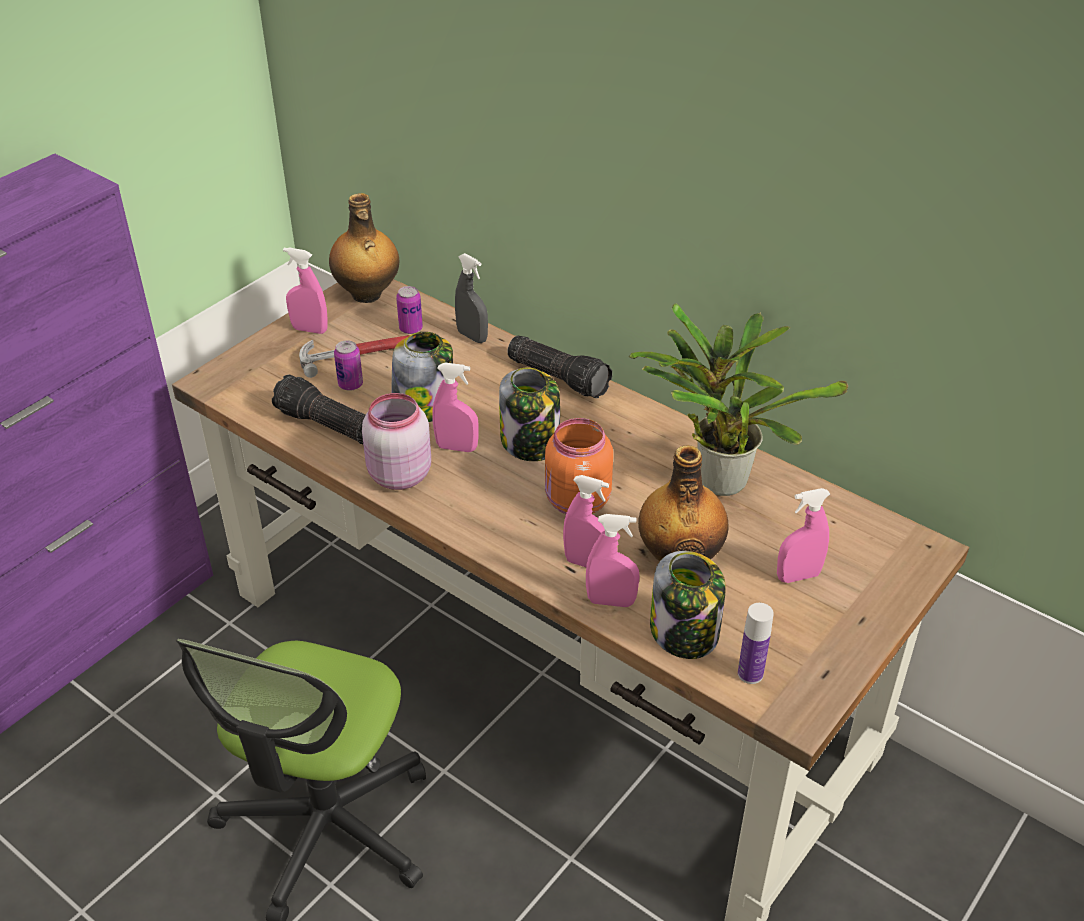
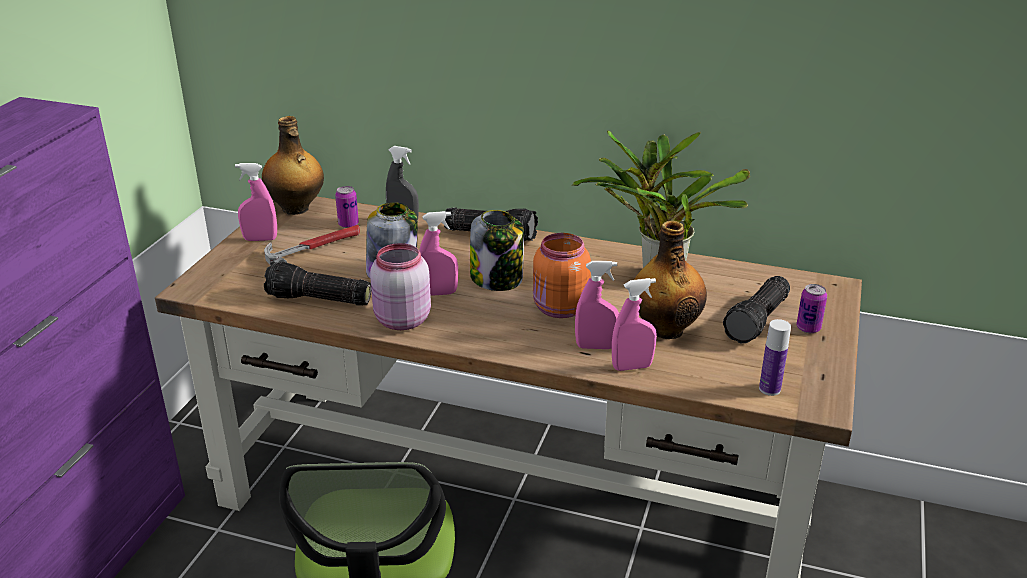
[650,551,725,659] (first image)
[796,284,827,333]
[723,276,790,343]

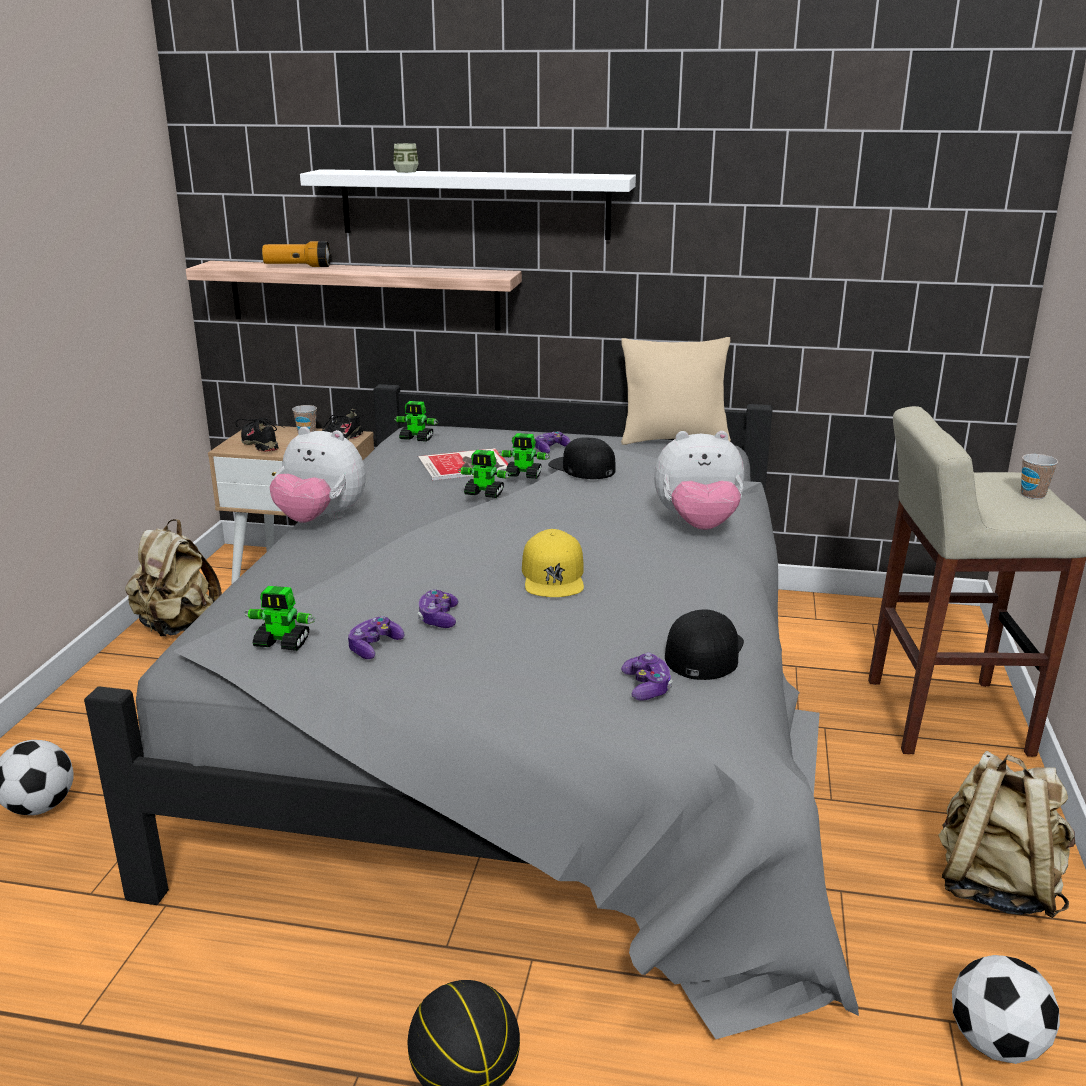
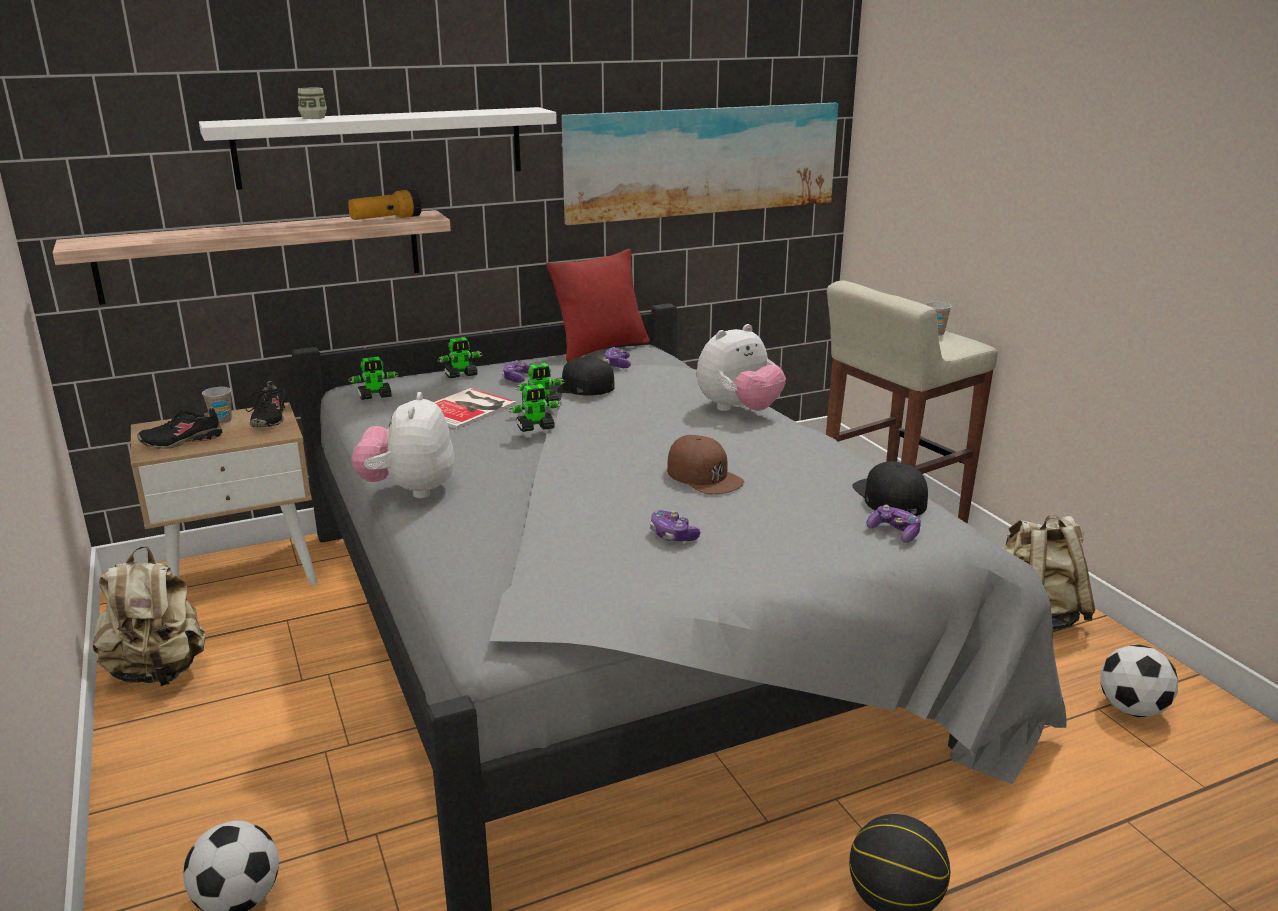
[561,103,838,225]
[437,337,483,378]
[348,189,422,220]
[605,347,631,368]
[667,435,744,494]
[547,249,650,362]
[137,407,223,449]
[351,392,454,498]

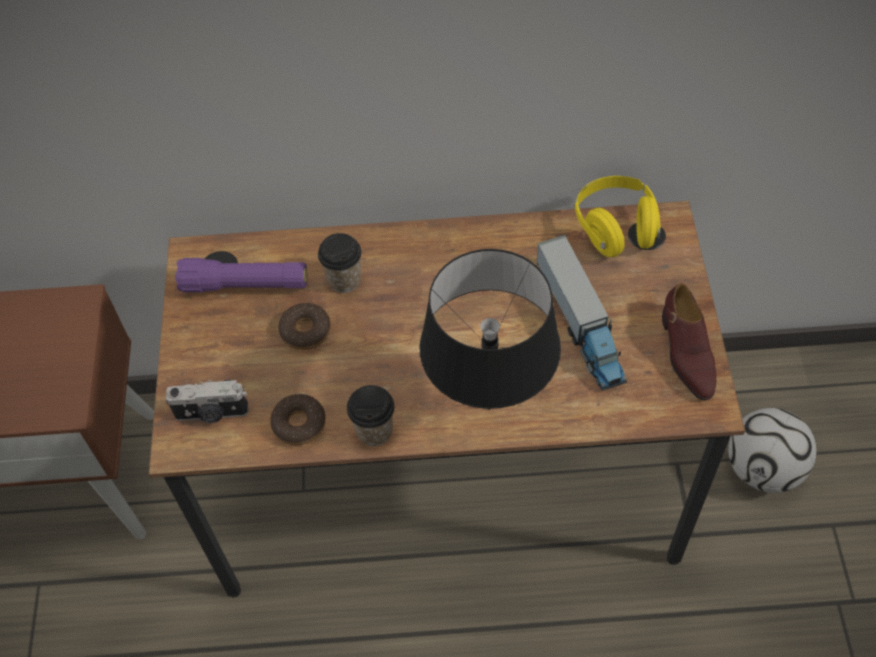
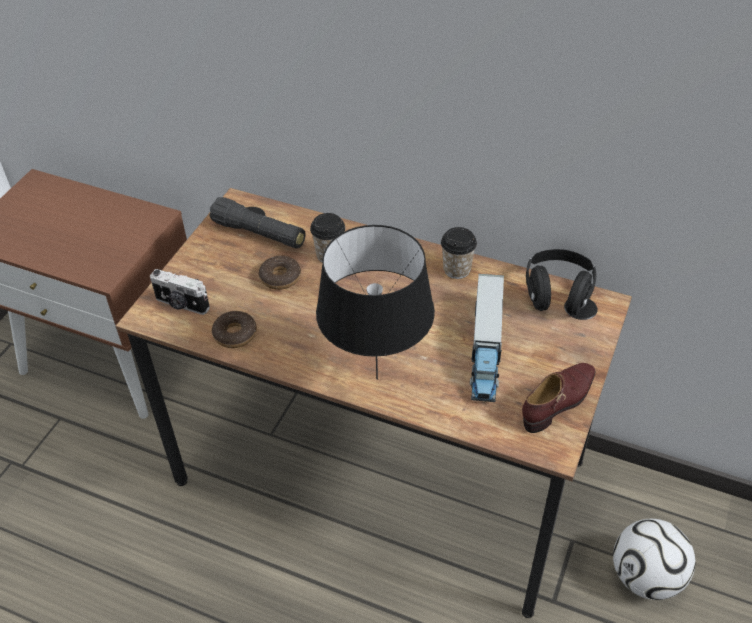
[441,227,477,279]
[210,197,306,248]
[526,249,596,315]
[522,363,596,433]

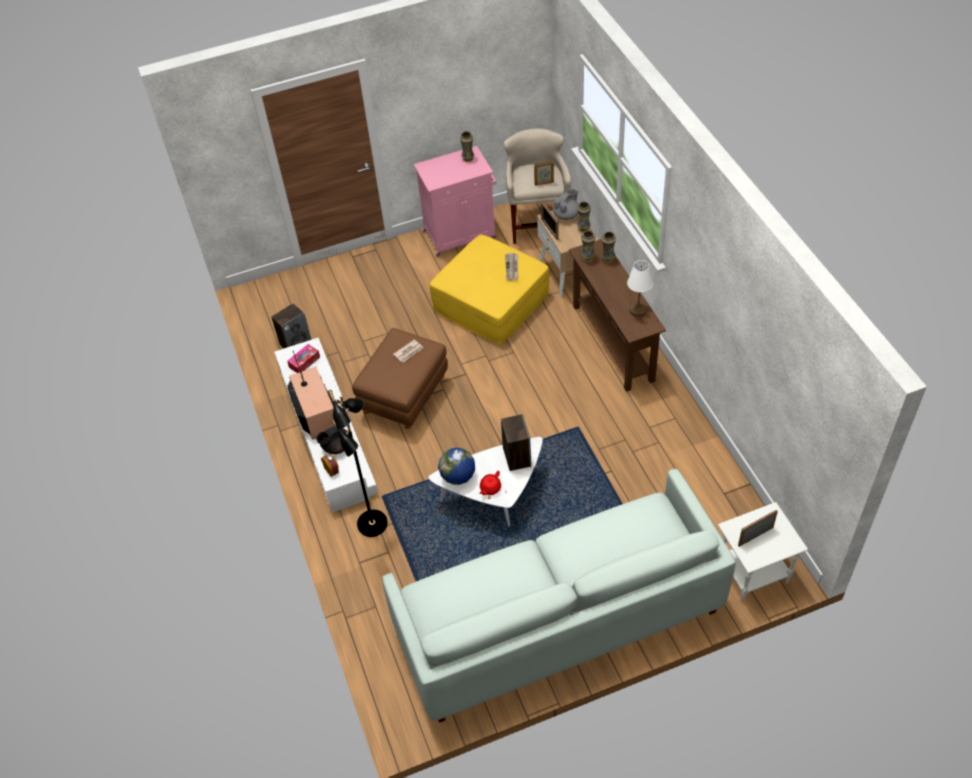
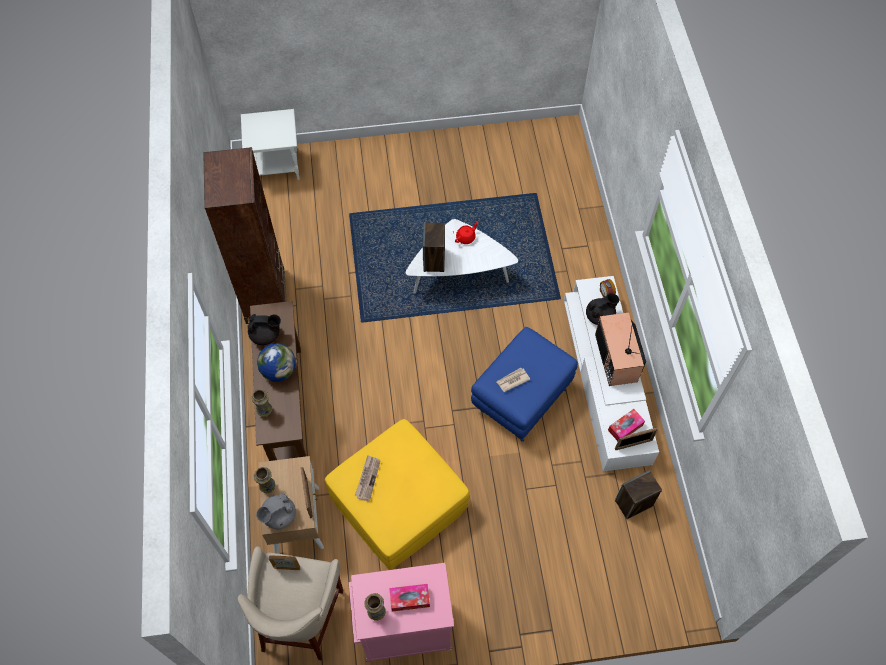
[328,390,388,537] (first image)
[382,469,736,723] (first image)
[581,230,595,262] (first image)
[203,147,287,324]
[389,584,430,612]
[257,343,296,382]
[615,428,658,450]
[248,314,281,345]
[471,327,578,442]

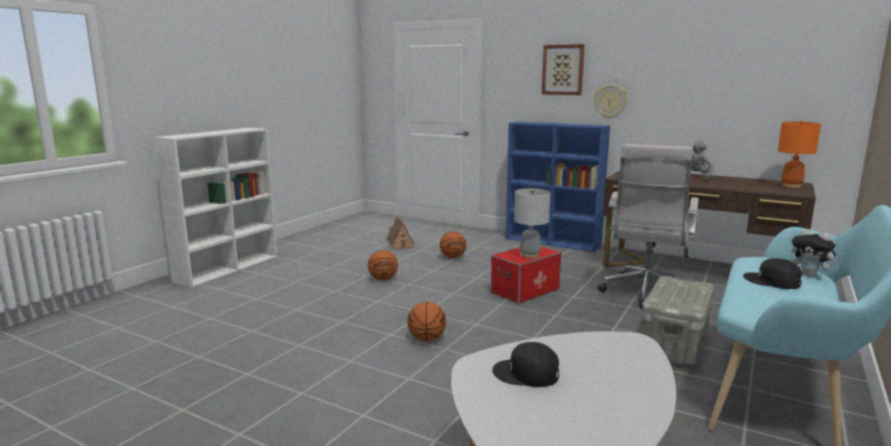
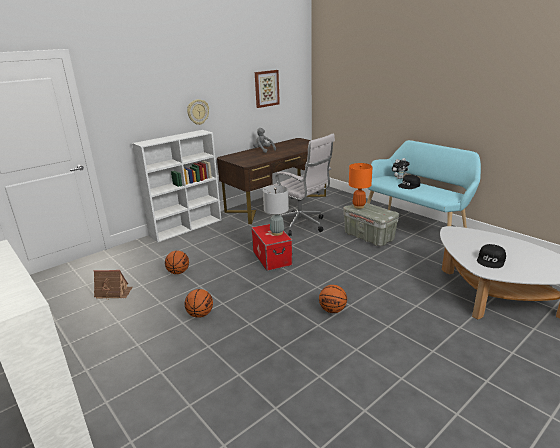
[255,70,280,108]
[349,163,373,209]
[132,130,221,242]

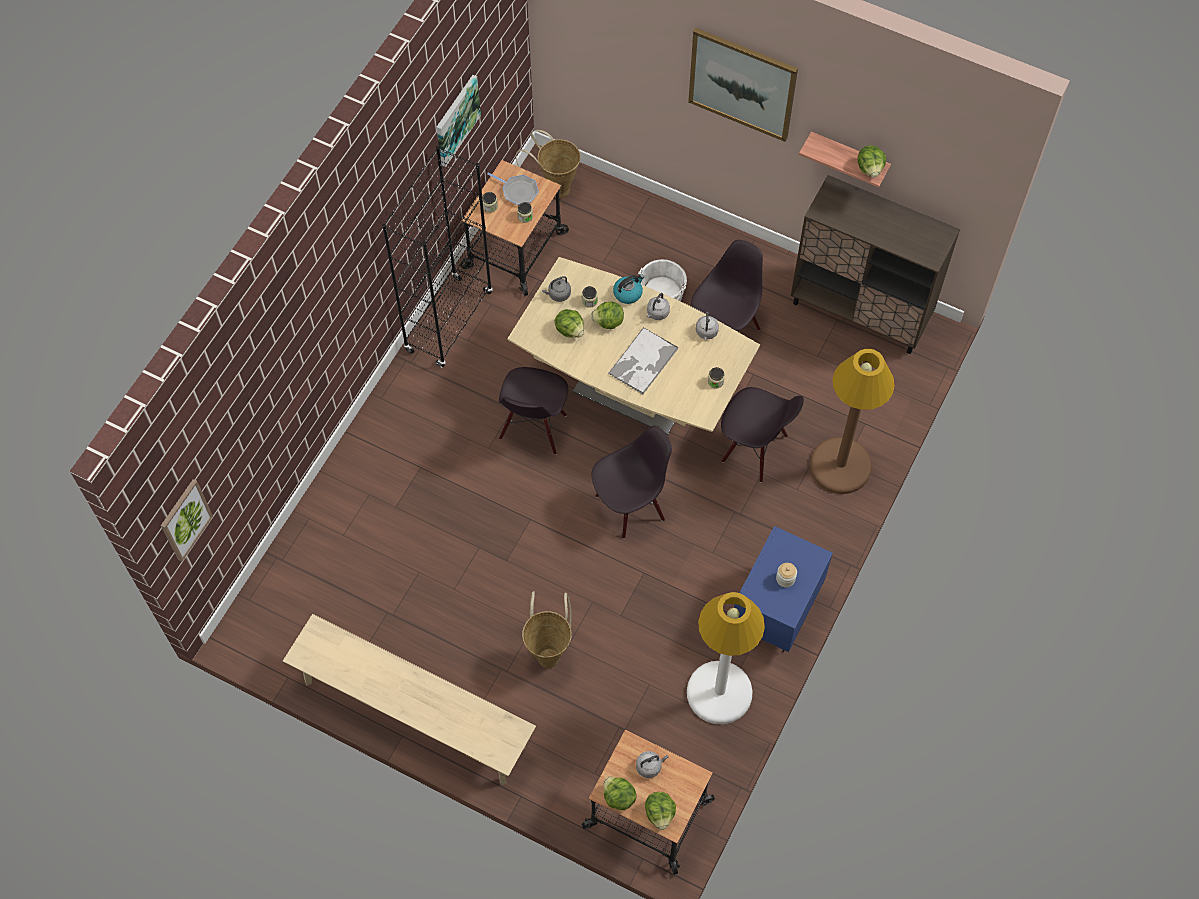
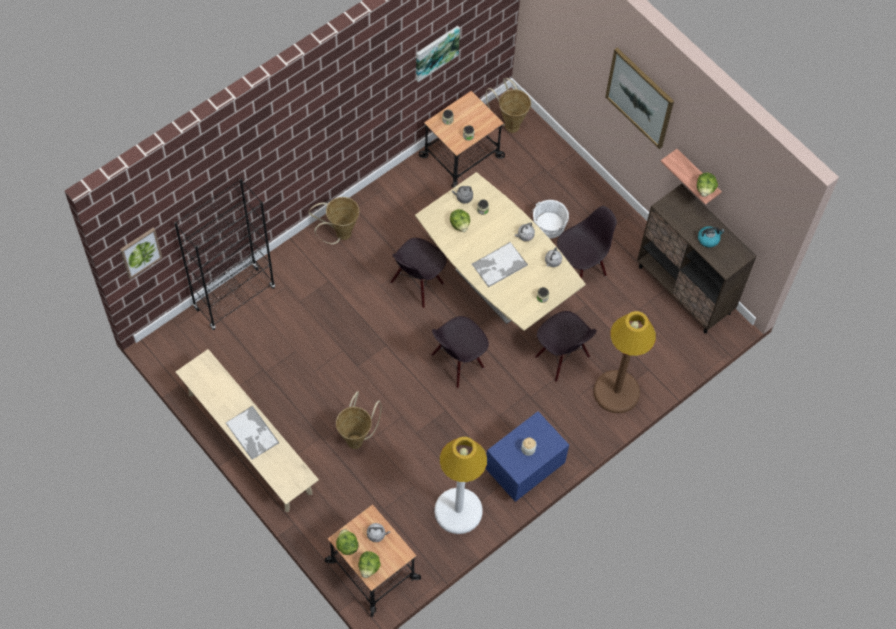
[487,173,539,205] (first image)
[591,302,624,329] (first image)
[225,406,279,460]
[308,197,359,244]
[174,178,275,330]
[698,226,725,247]
[431,316,489,388]

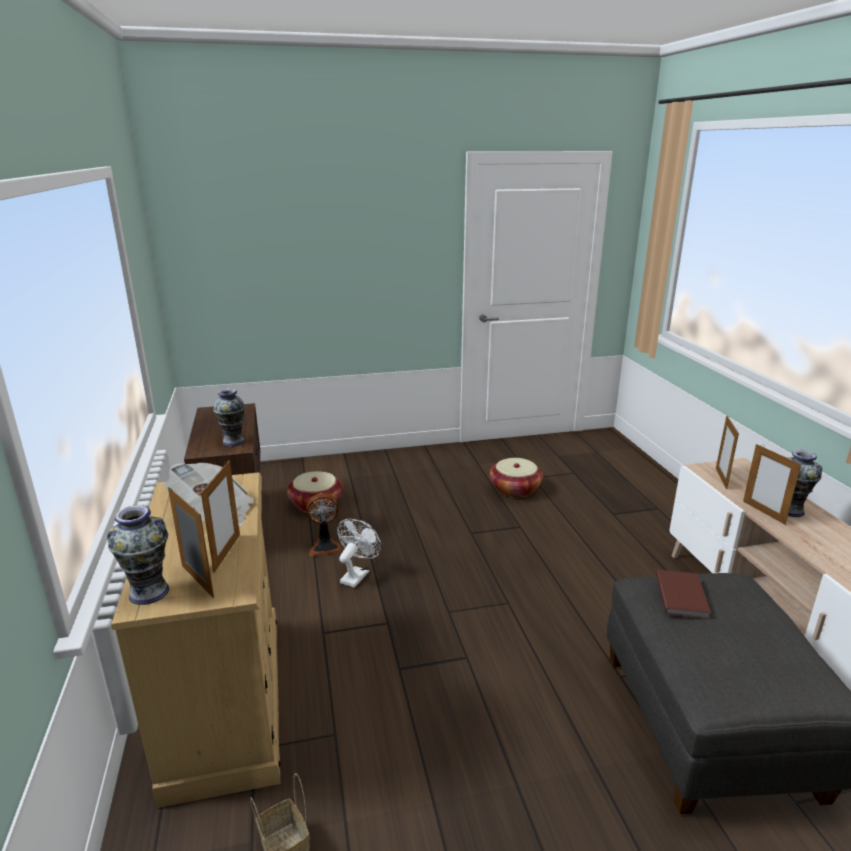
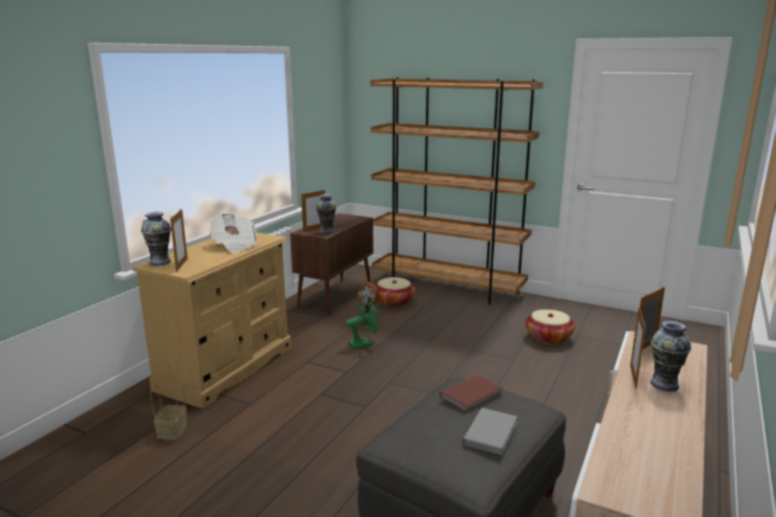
[370,77,543,304]
[462,408,518,455]
[301,189,325,232]
[345,299,380,349]

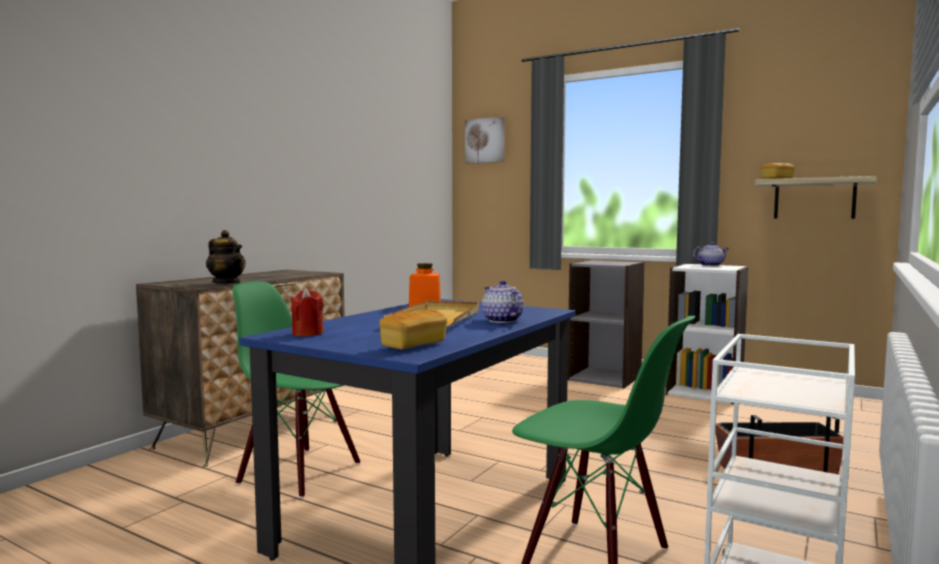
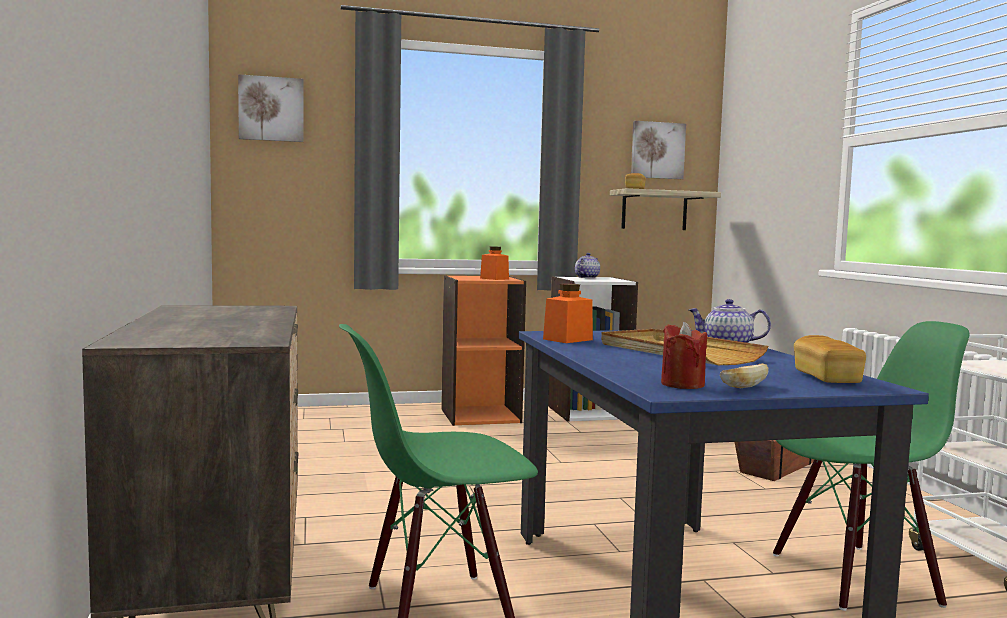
[206,230,246,284] (first image)
[480,246,509,280]
[631,121,686,179]
[720,363,769,388]
[441,275,526,426]

